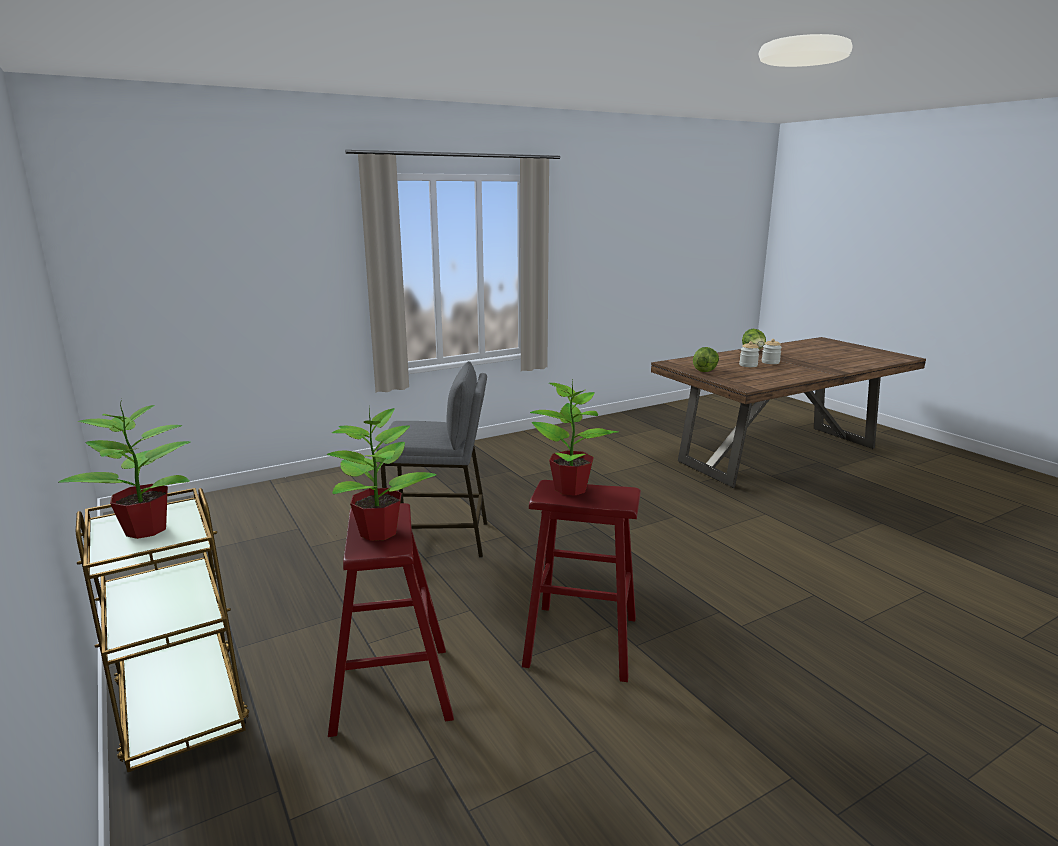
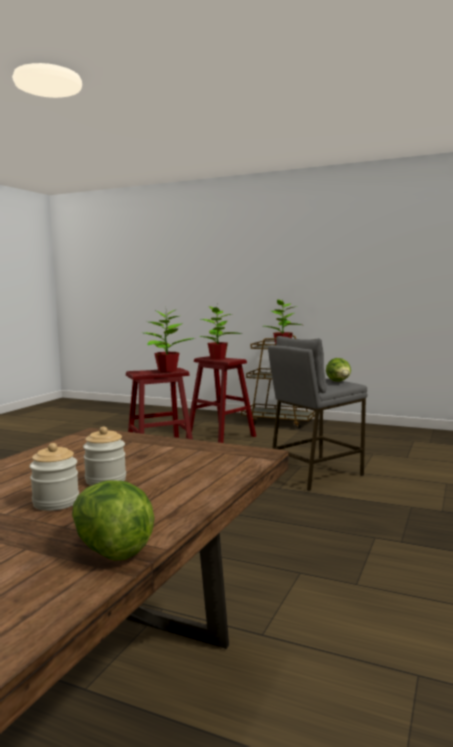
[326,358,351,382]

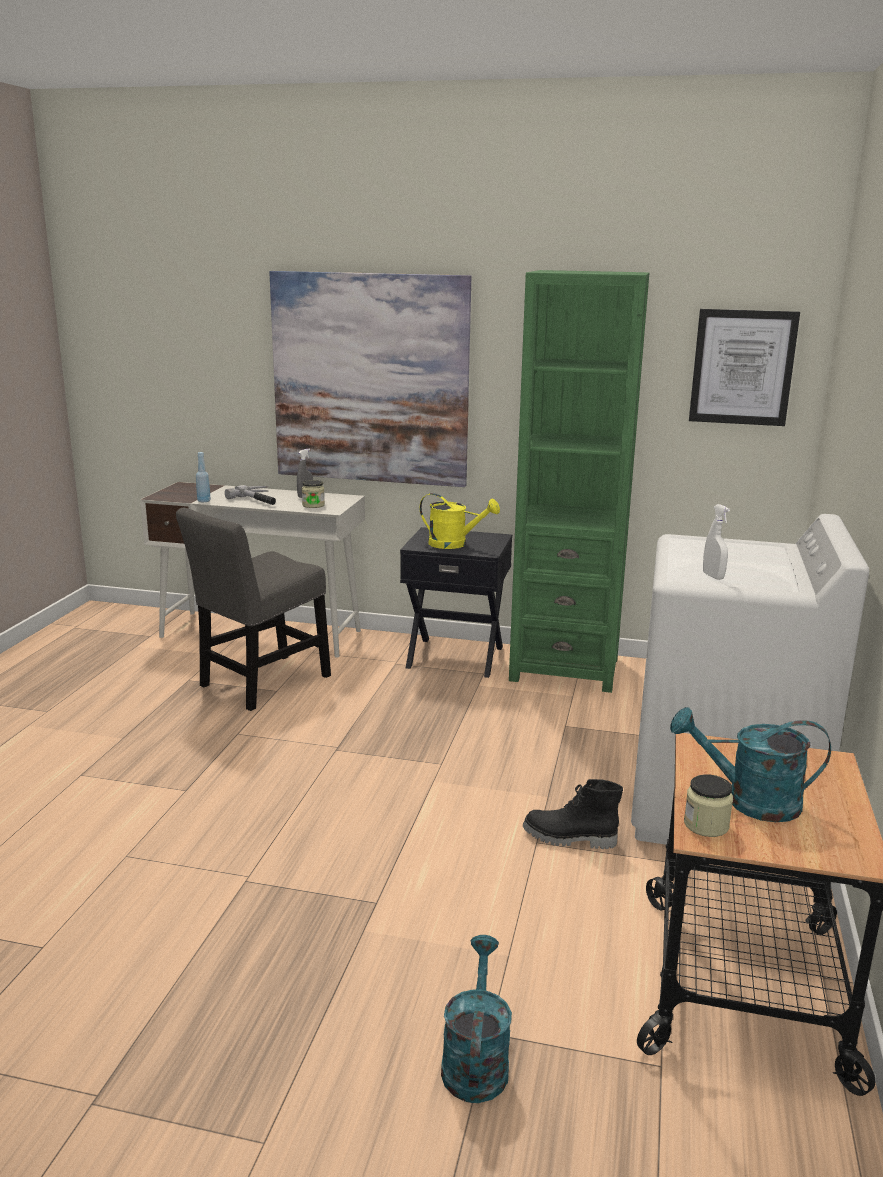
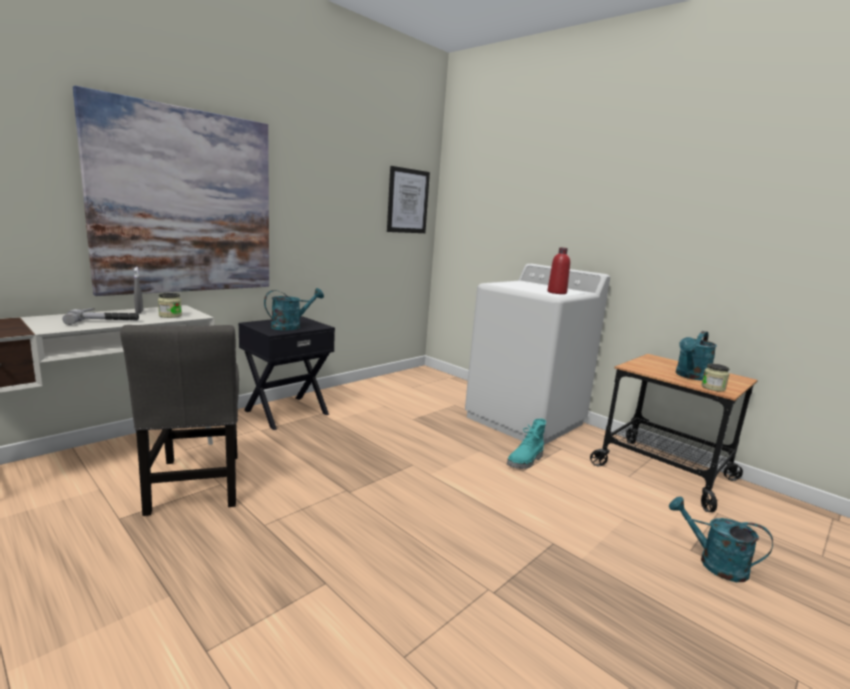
[196,452,211,502] (first image)
[509,270,649,693] (first image)
[548,247,570,294]
[264,288,324,330]
[507,419,546,469]

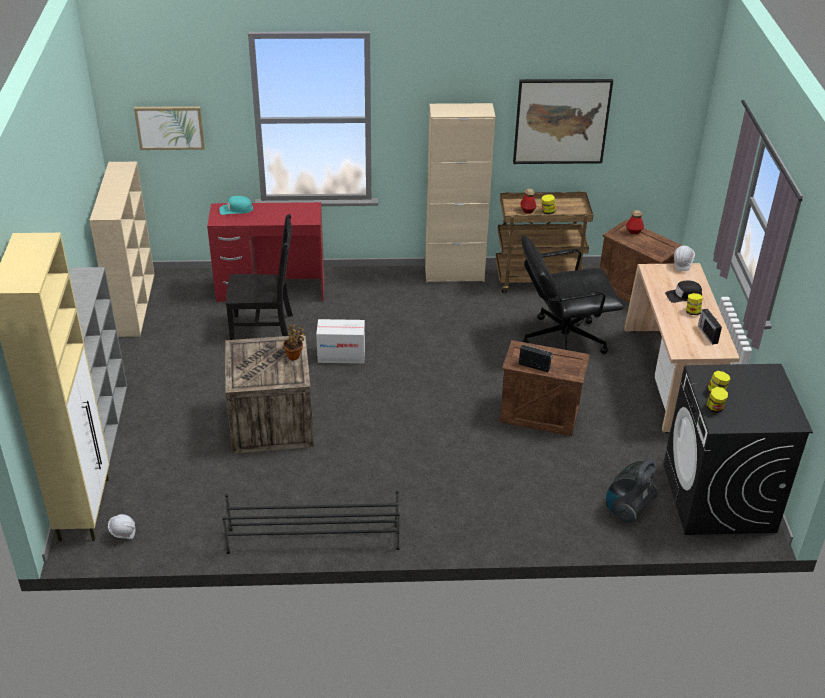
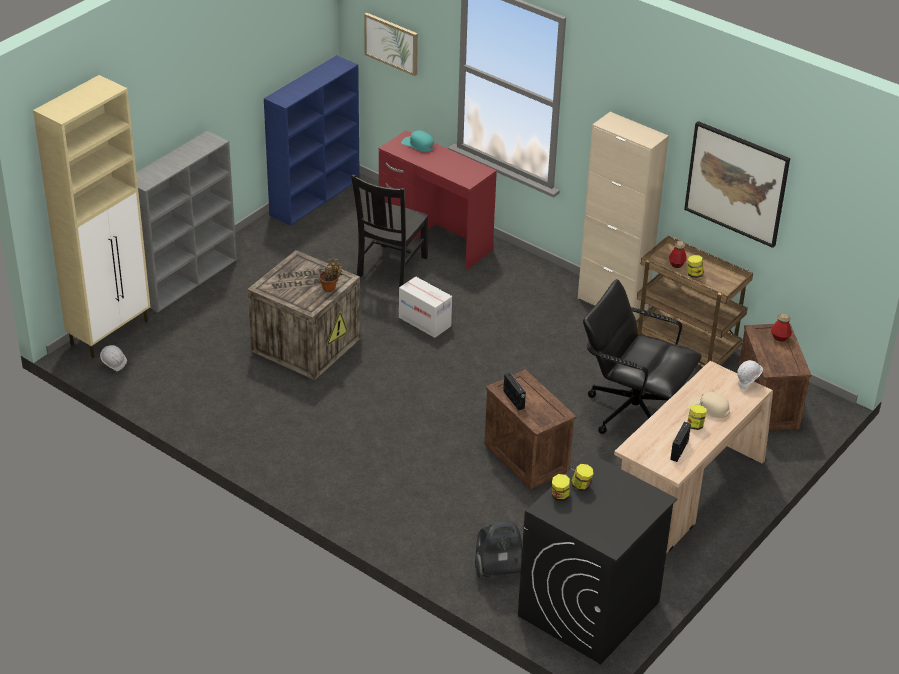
[222,490,400,554] (first image)
[264,55,360,226]
[688,392,730,418]
[351,175,428,287]

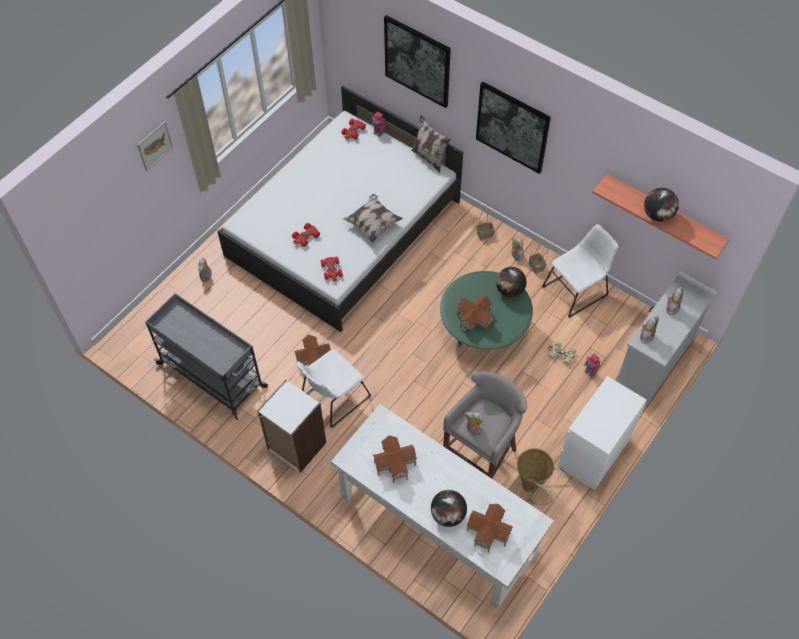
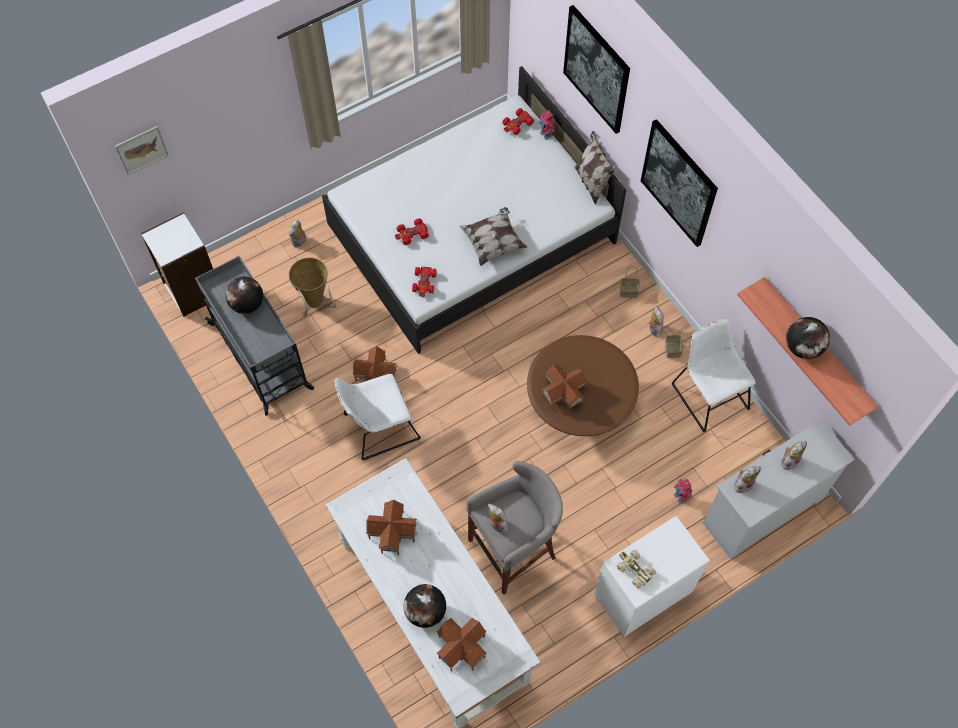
[115,126,169,175]
[141,213,213,317]
[225,277,263,314]
[289,257,336,317]
[617,550,656,589]
[527,335,639,436]
[672,319,756,432]

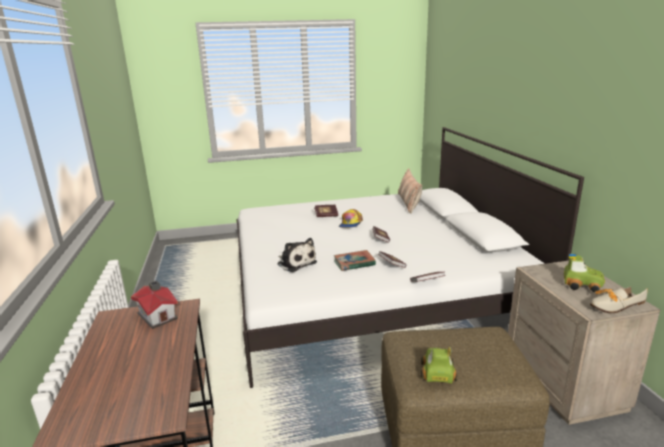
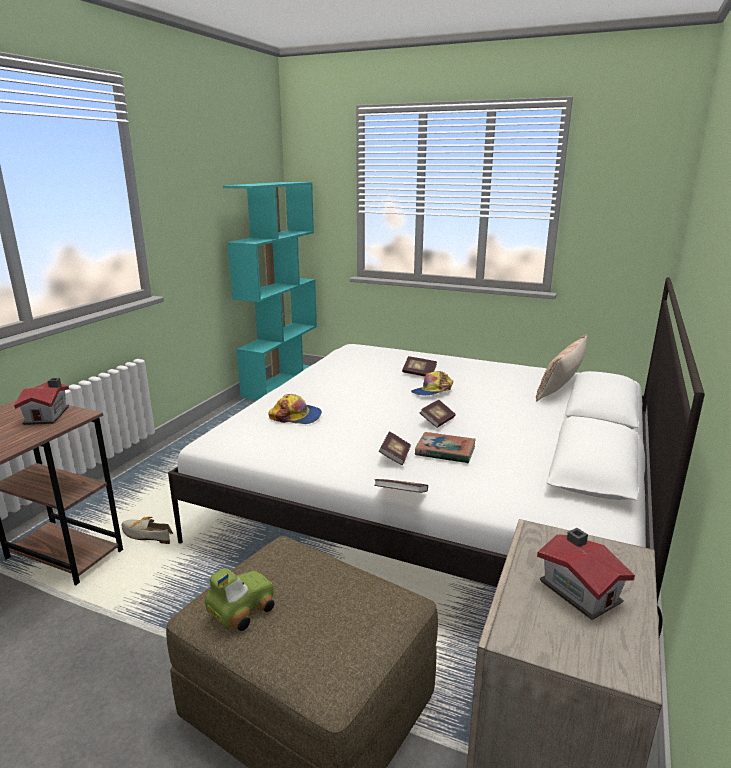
[223,182,317,400]
[415,432,476,463]
[121,517,173,544]
[268,394,322,424]
[537,528,635,620]

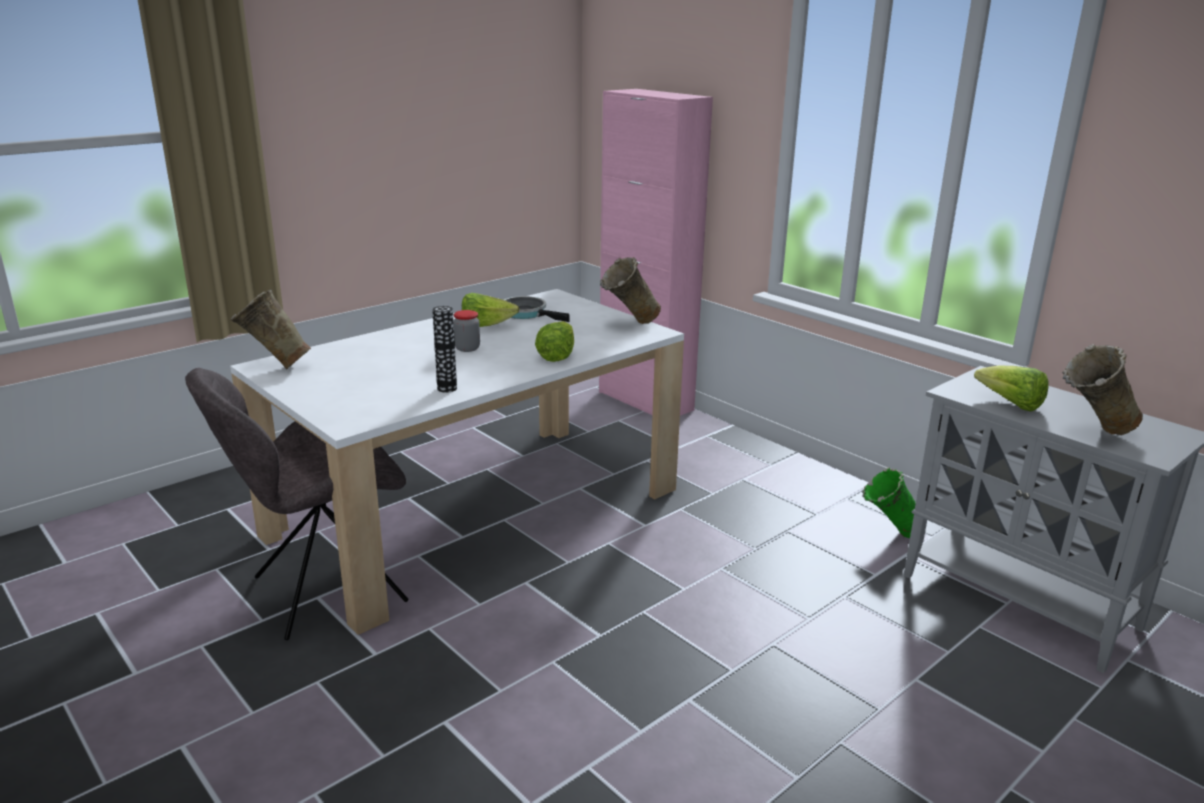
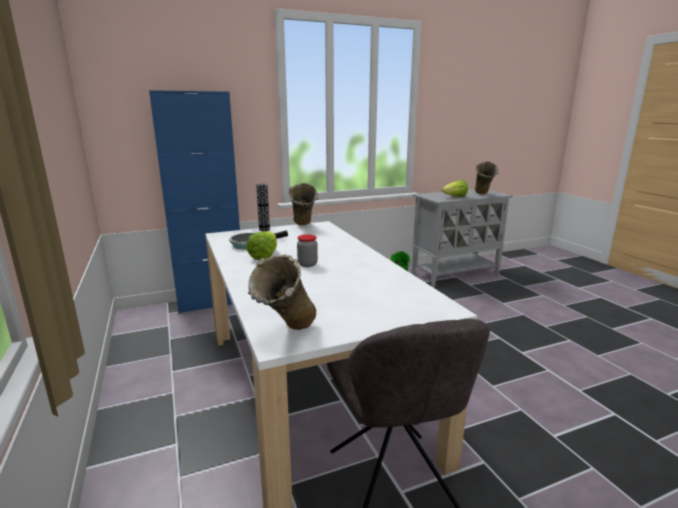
[535,321,574,362] (first image)
[256,184,270,231]
[149,90,240,314]

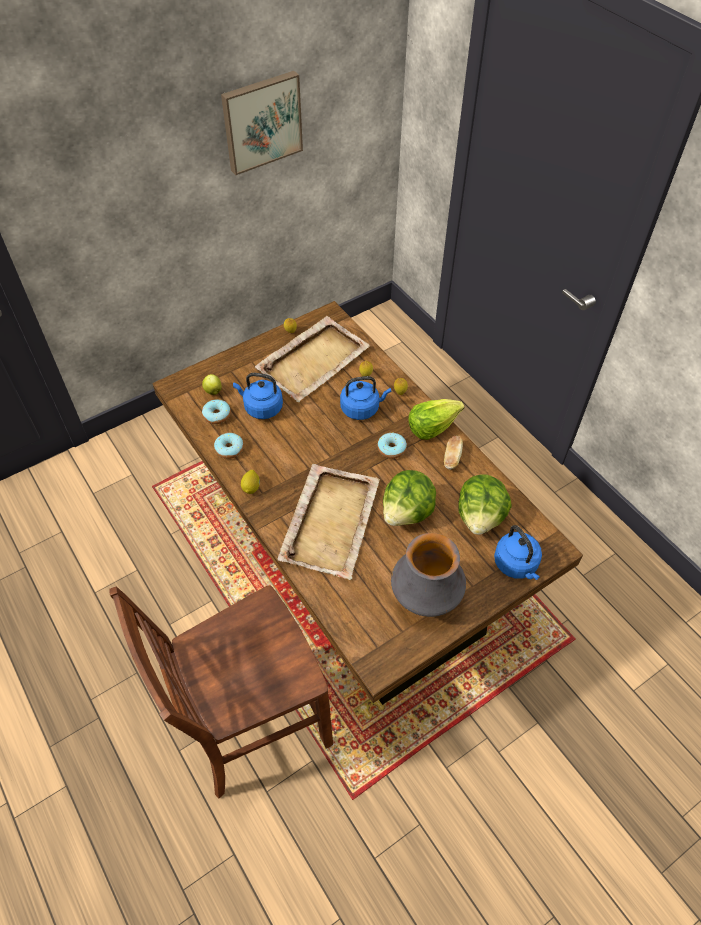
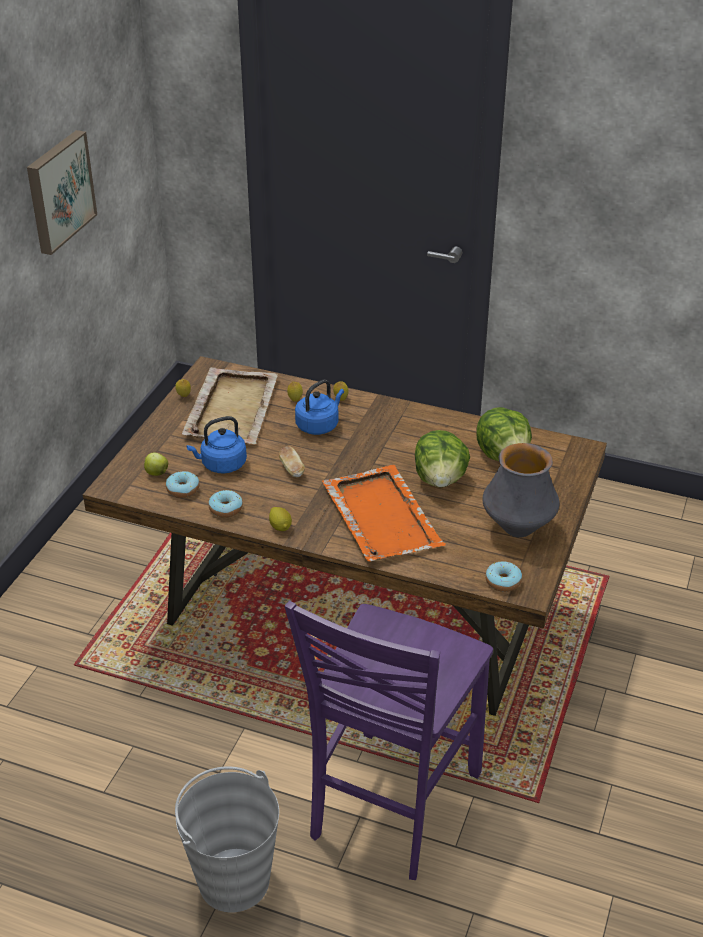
[409,399,464,440] (first image)
[494,525,542,580] (first image)
[175,766,279,913]
[485,561,522,592]
[279,446,305,478]
[285,601,493,880]
[322,465,446,561]

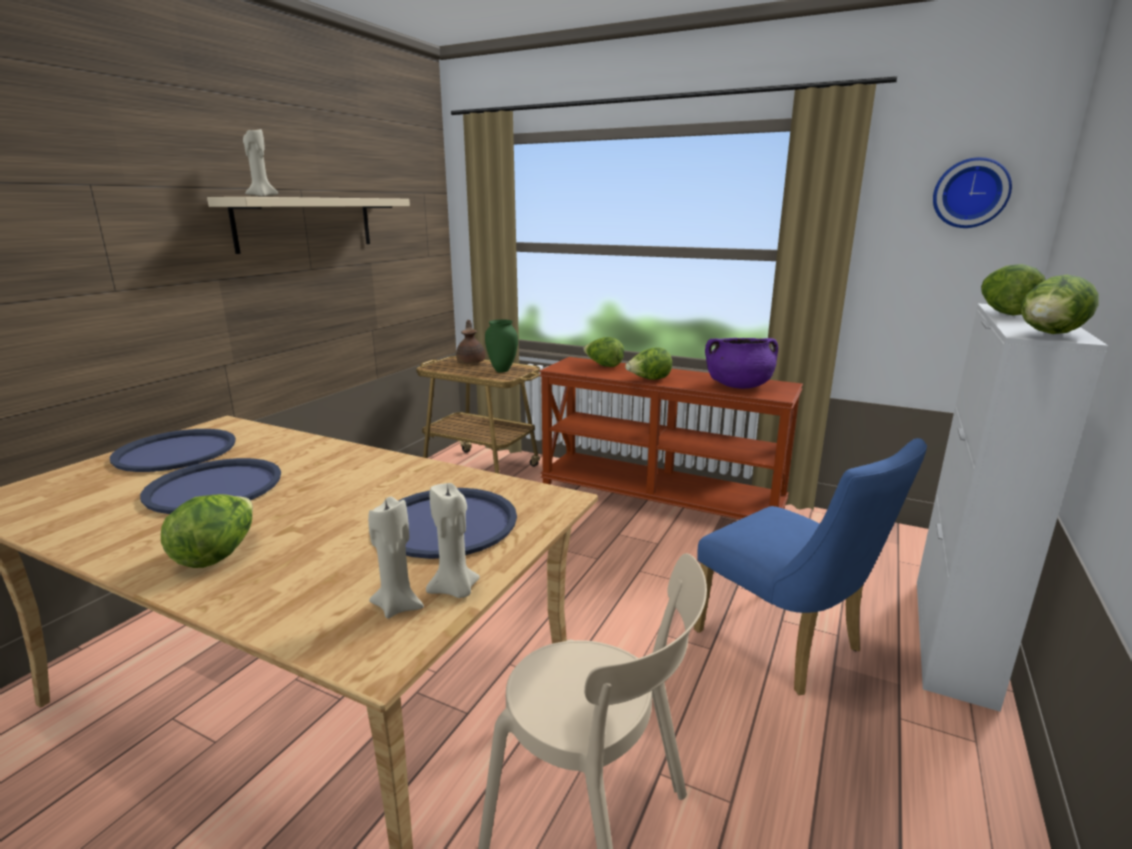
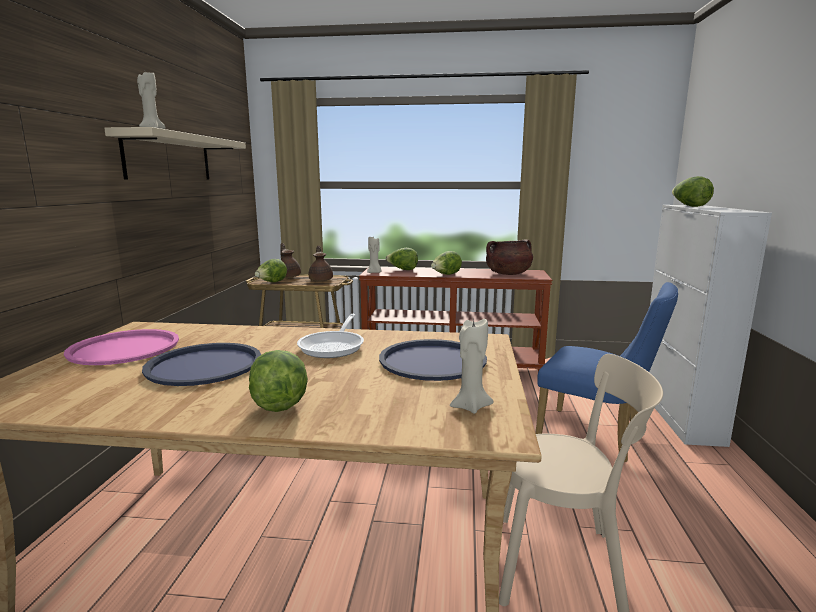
[933,157,1012,228] (first image)
[297,314,364,358]
[367,237,382,273]
[255,259,287,282]
[309,246,333,281]
[64,329,179,365]
[486,240,533,275]

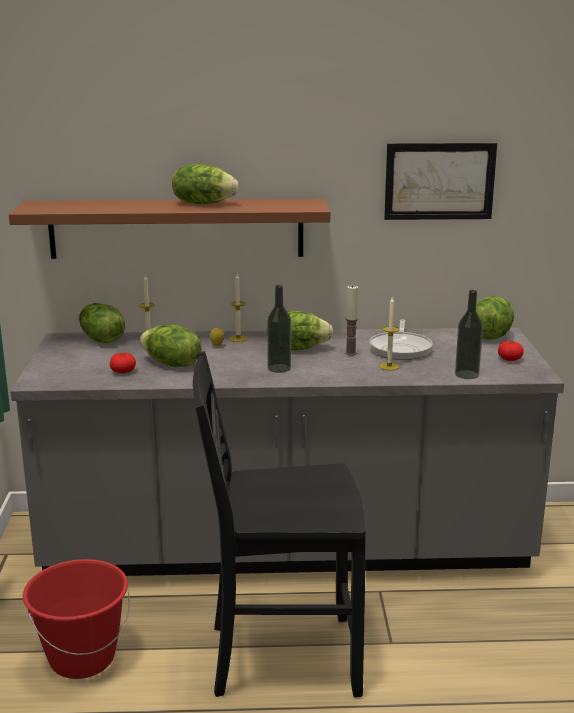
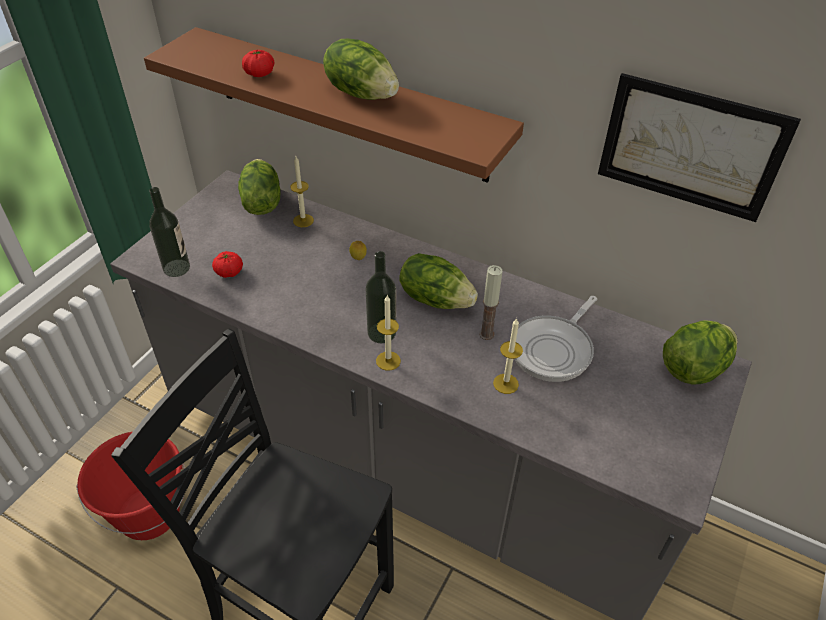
[140,325,202,367] (first image)
[376,295,401,371]
[149,187,190,277]
[242,50,274,77]

